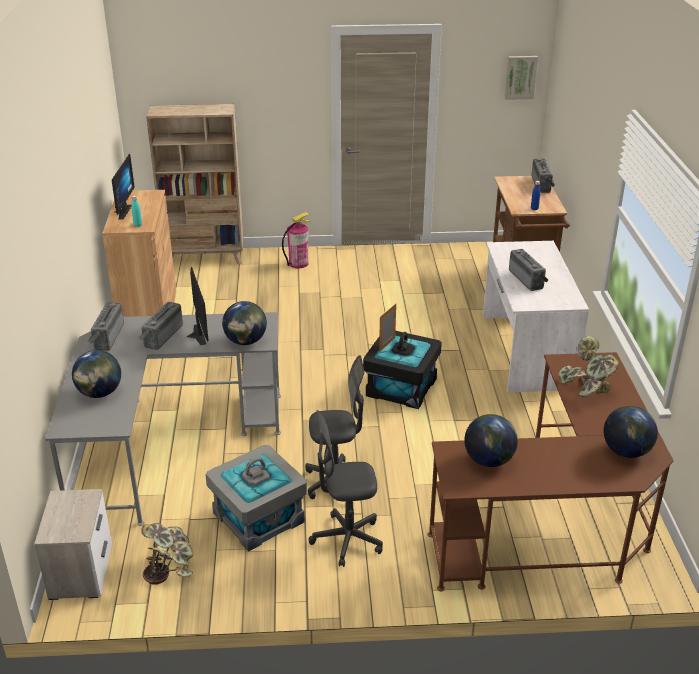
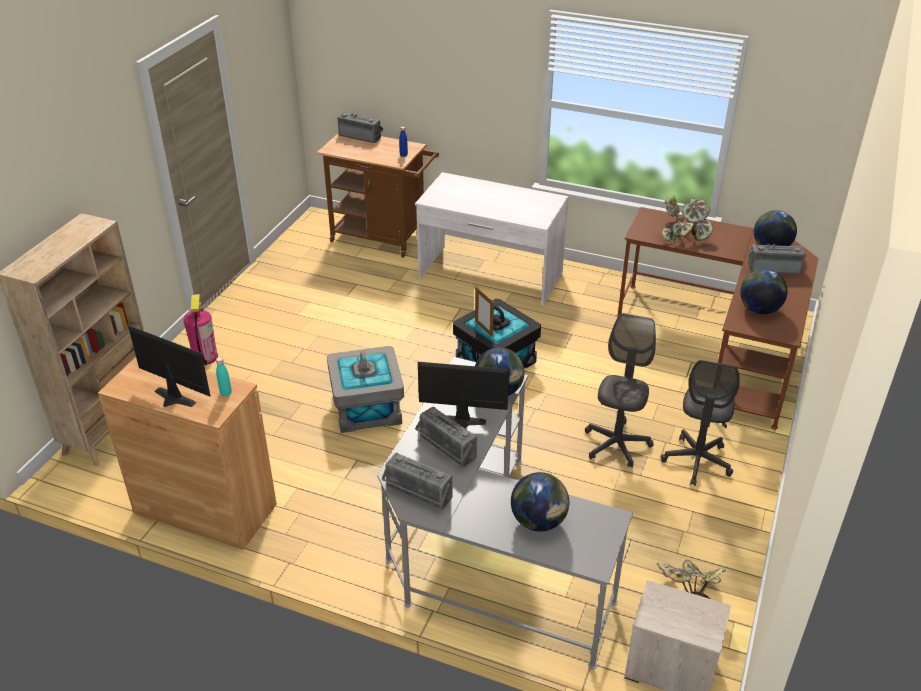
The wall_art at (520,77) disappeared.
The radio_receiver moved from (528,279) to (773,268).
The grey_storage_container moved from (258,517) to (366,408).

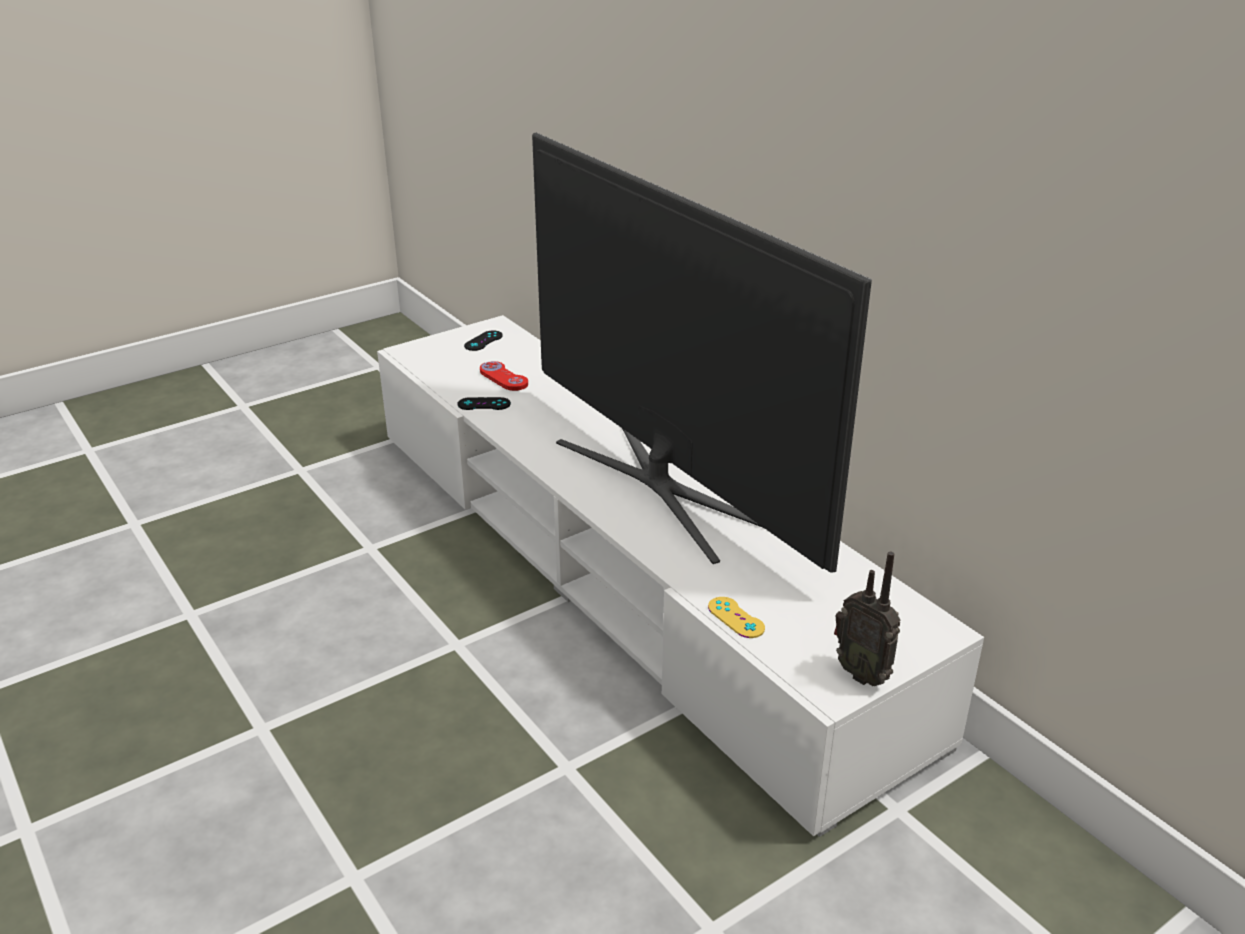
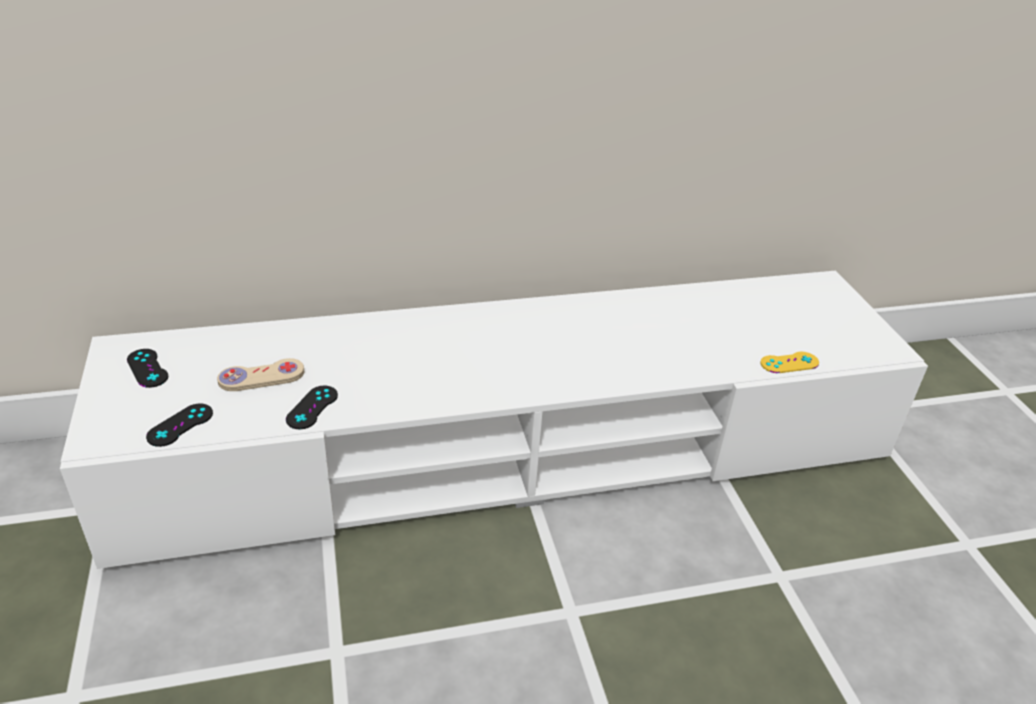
The TV_set at (665,485) disappeared.
The reddish_game_controller at (503,378) became the sand-coloured_game_controller at (261,377).
The radio_receiver at (863,673) disappeared.
The black_game_controller at (180,425) appeared.

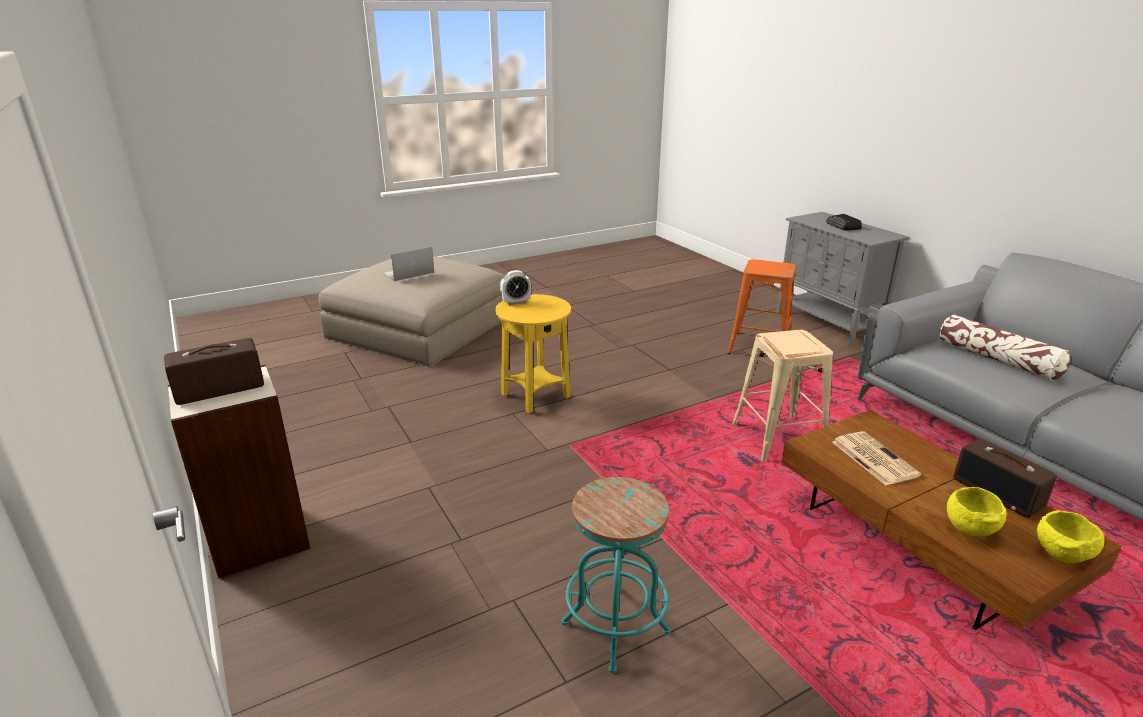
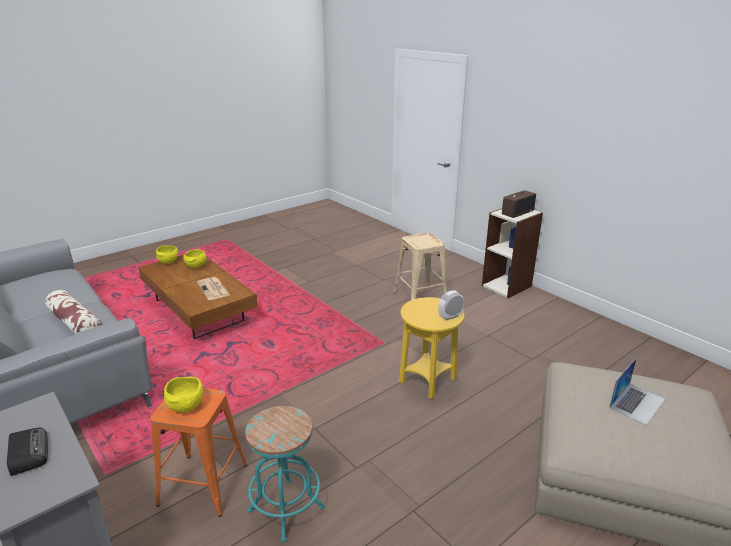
The sand-coloured_sitting_stool moved from (779,438) to (419,297).
The radio_receiver at (998,493) disappeared.
The turquoise_sitting_stool moved from (615,627) to (286,509).
The yellowish_bowl at (186,406) appeared.

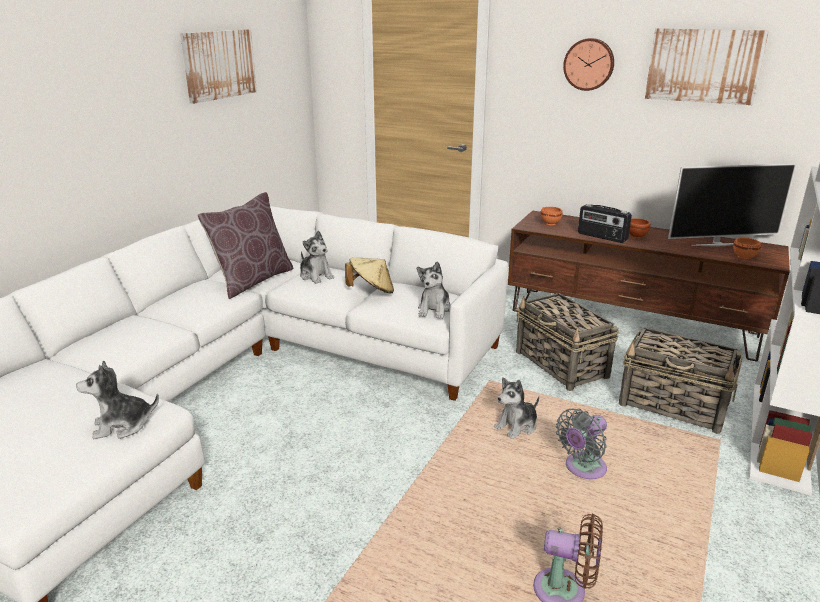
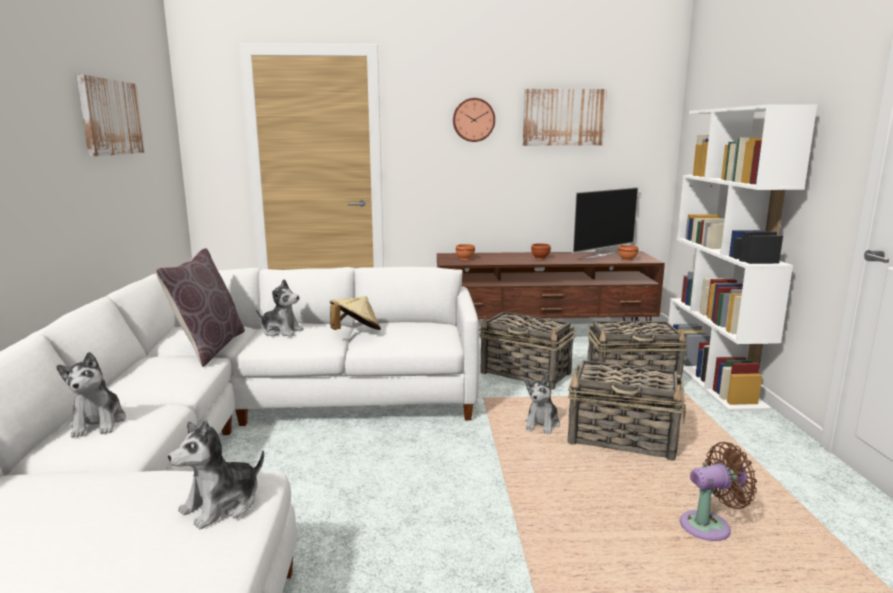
The radio_receiver at (602,237) disappeared.
The cuddly_toy moved from (434,309) to (99,423).
The grey_electric_fan at (582,469) was replaced by the basket at (623,439).

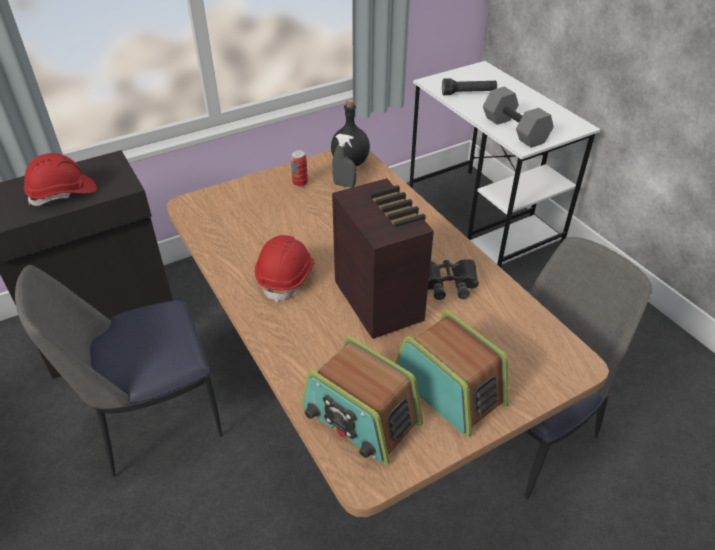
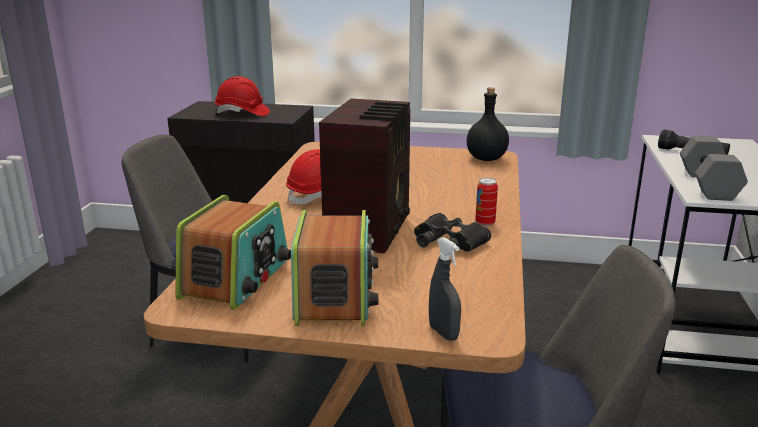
The grey_sprayer moved from (344,185) to (443,333).
The sealed_can moved from (300,183) to (485,223).
The radio_receiver at (360,417) turned 150 degrees counterclockwise.

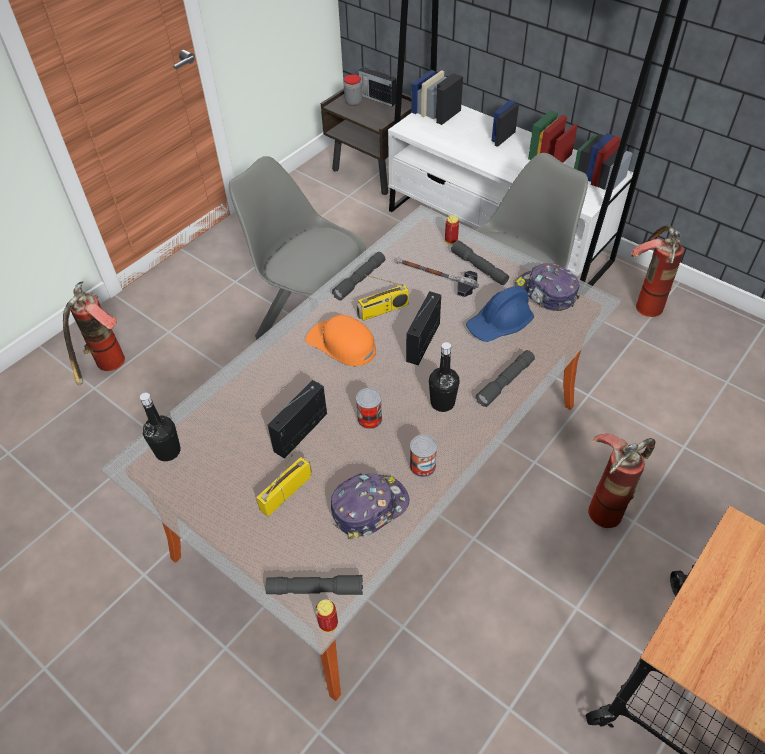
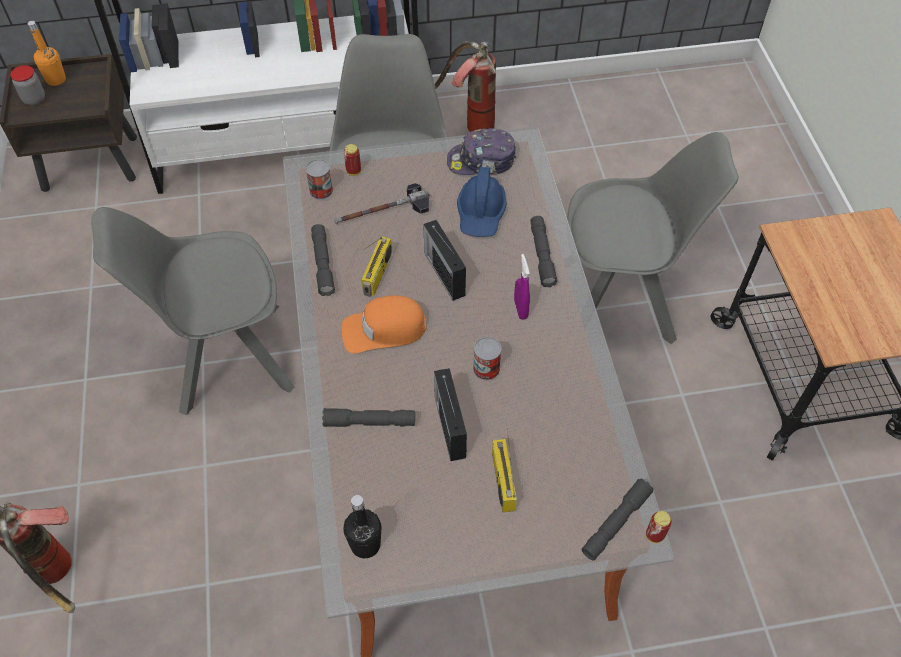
The radio_receiver at (377,98) was replaced by the orange_bottle at (56,80).
The grey_hand_torch moved from (479,268) to (369,422).
The black_bottle at (442,403) was replaced by the purplish_sprayer at (520,309).
The fire_extinguisher at (609,502) was replaced by the grey_chair at (619,301).
The sealed_can moved from (422,466) to (321,190).
The peaked_cap at (369,507) disappeared.

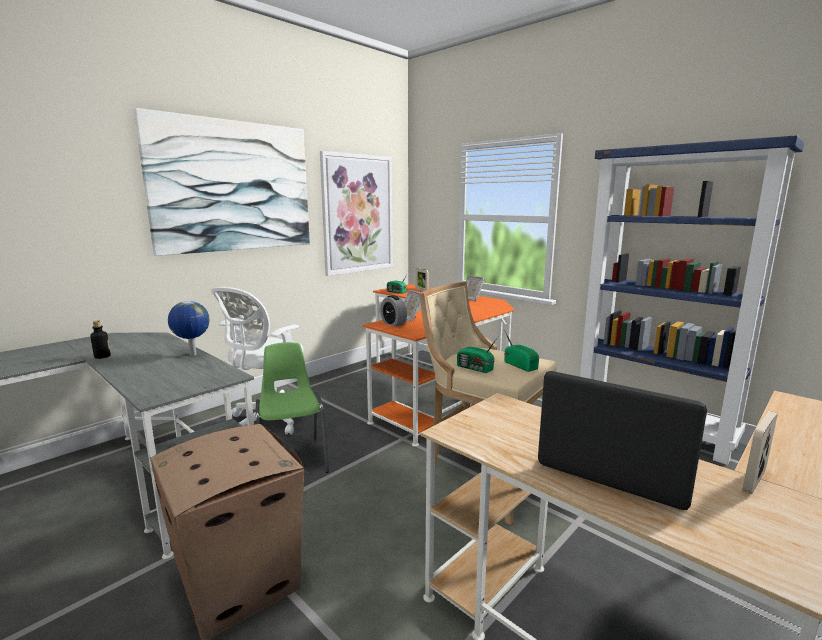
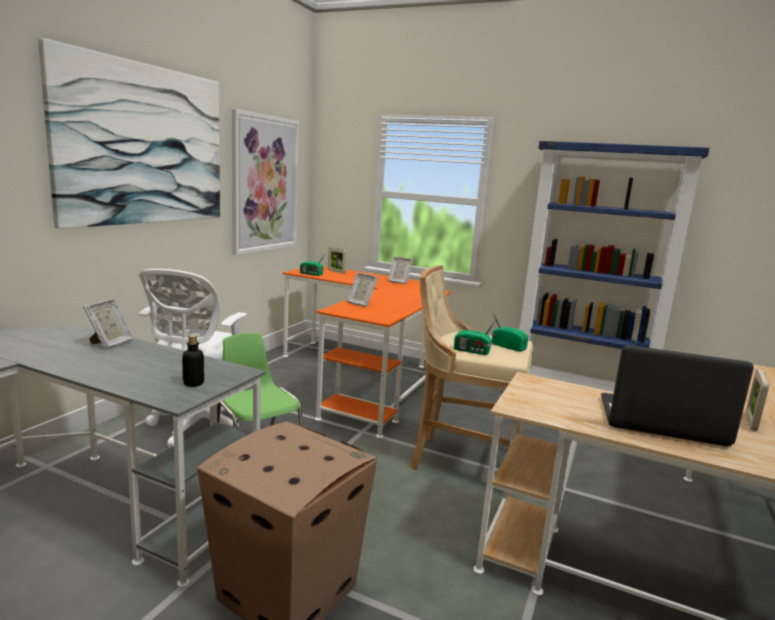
The alarm_clock at (393,323) disappeared.
The world_globe at (193,355) disappeared.
The bottle moved from (102,356) to (193,383).
The photo_frame at (110,344) appeared.

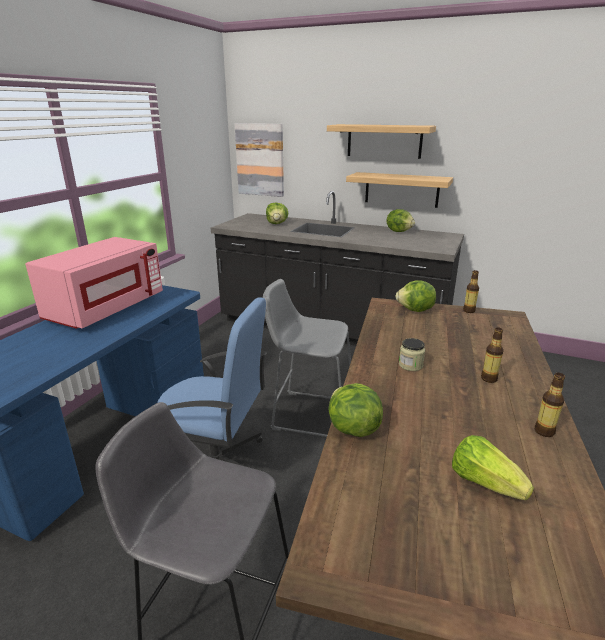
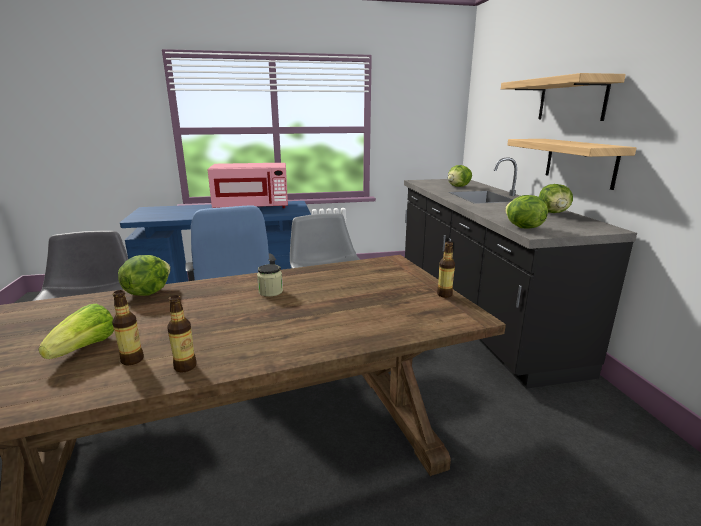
The wall_art at (260,160) disappeared.
The head_of_lettuce moved from (415,310) to (522,227).
The bottle moved from (488,379) to (132,360).

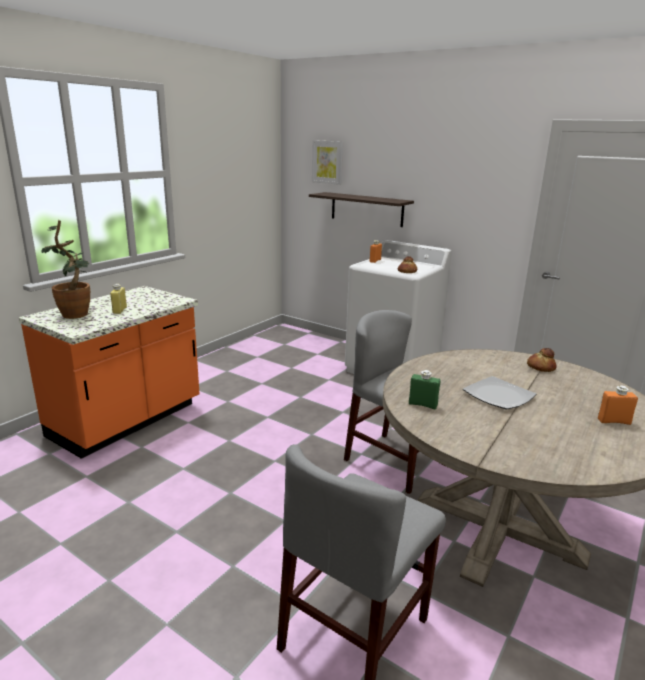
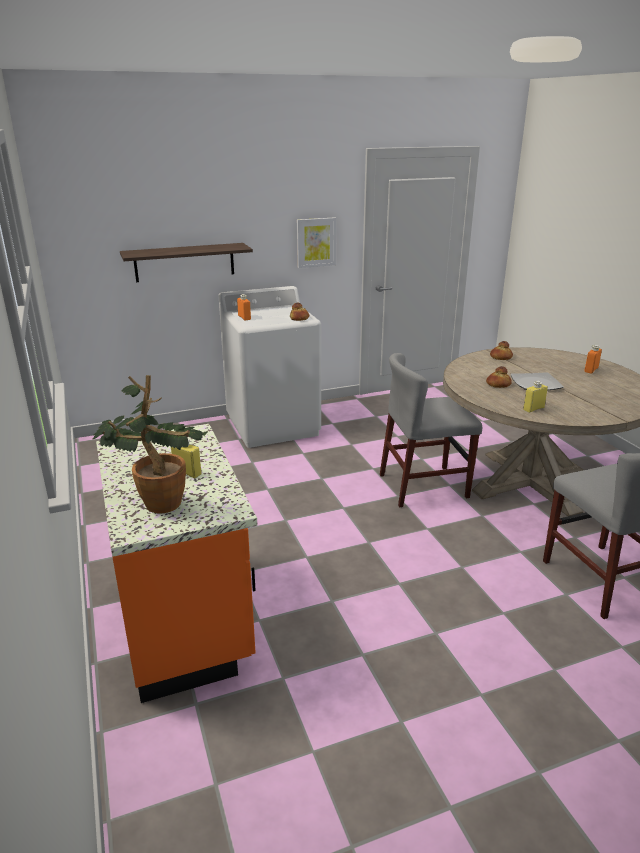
The wall_art moved from (327,162) to (316,242).
The greenish_bottle at (423,405) became the yellowish_bottle at (533,409).
The bakery_bread at (498,384) appeared.

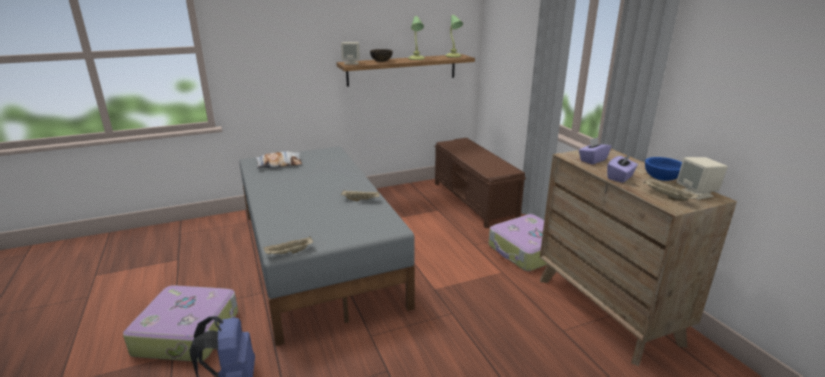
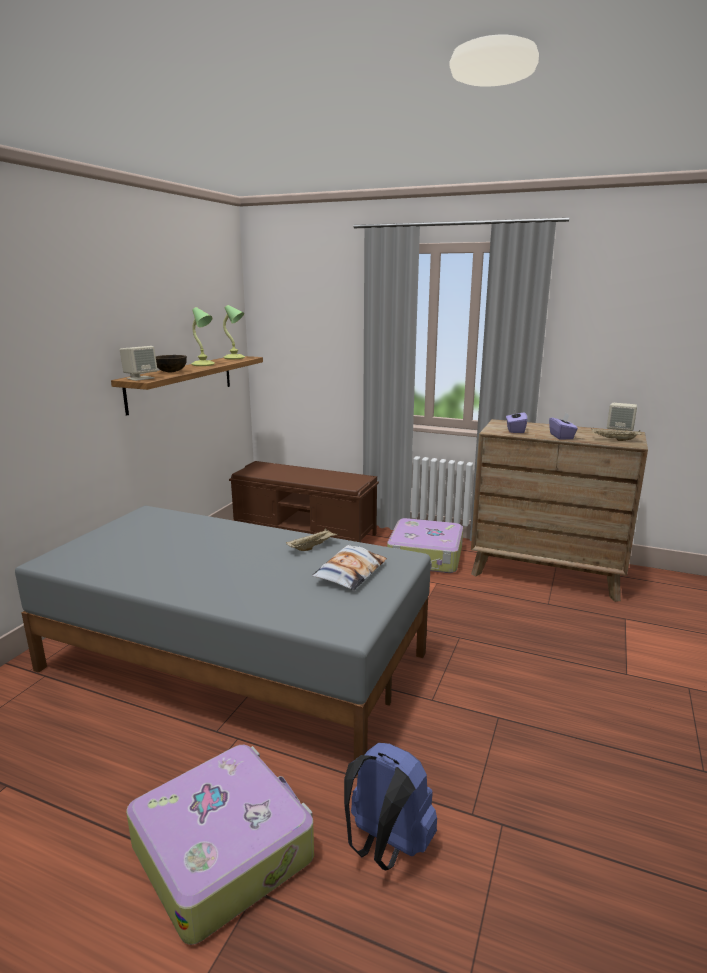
The cushion moved from (279,164) to (350,572).
The blue_bowl at (661,178) disappeared.
The sand-coloured_tray at (289,253) disappeared.

